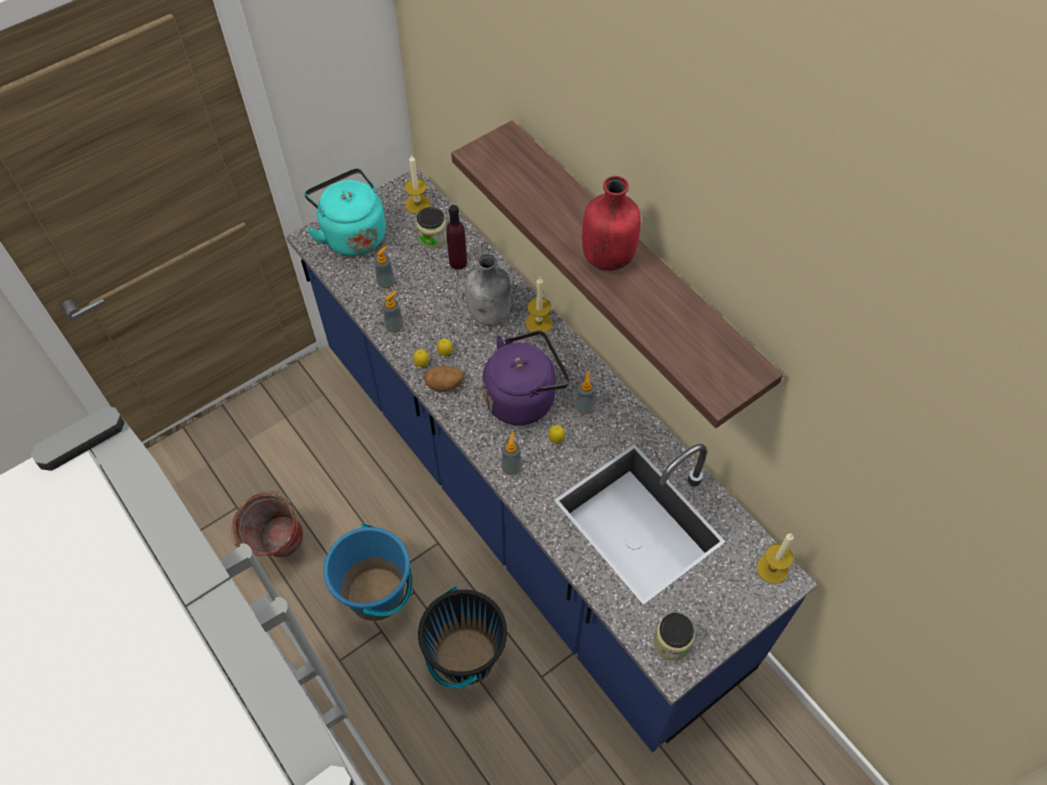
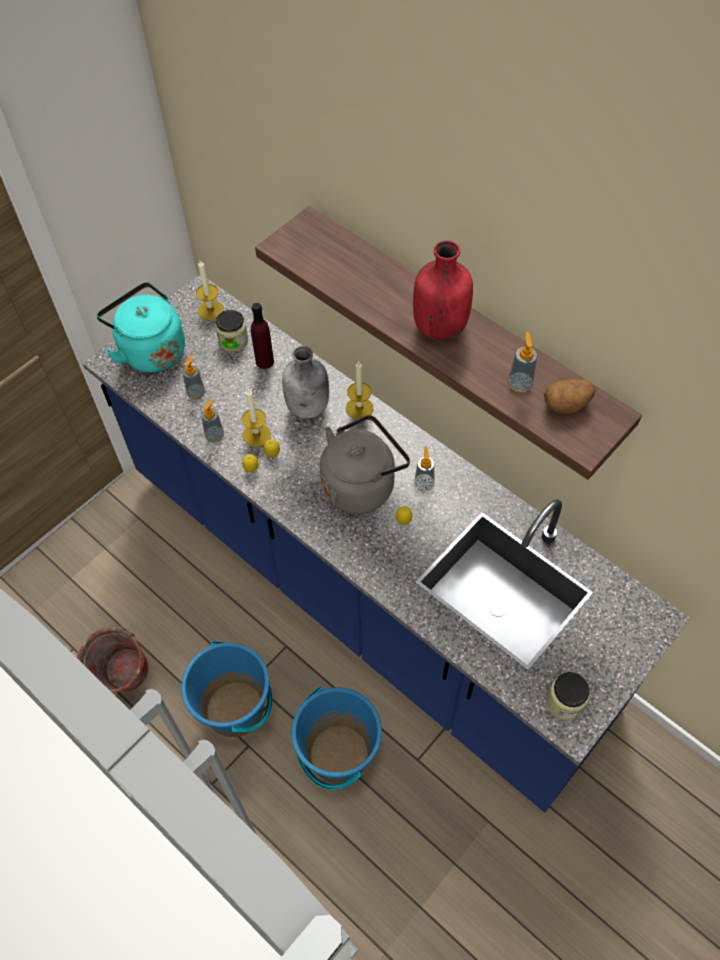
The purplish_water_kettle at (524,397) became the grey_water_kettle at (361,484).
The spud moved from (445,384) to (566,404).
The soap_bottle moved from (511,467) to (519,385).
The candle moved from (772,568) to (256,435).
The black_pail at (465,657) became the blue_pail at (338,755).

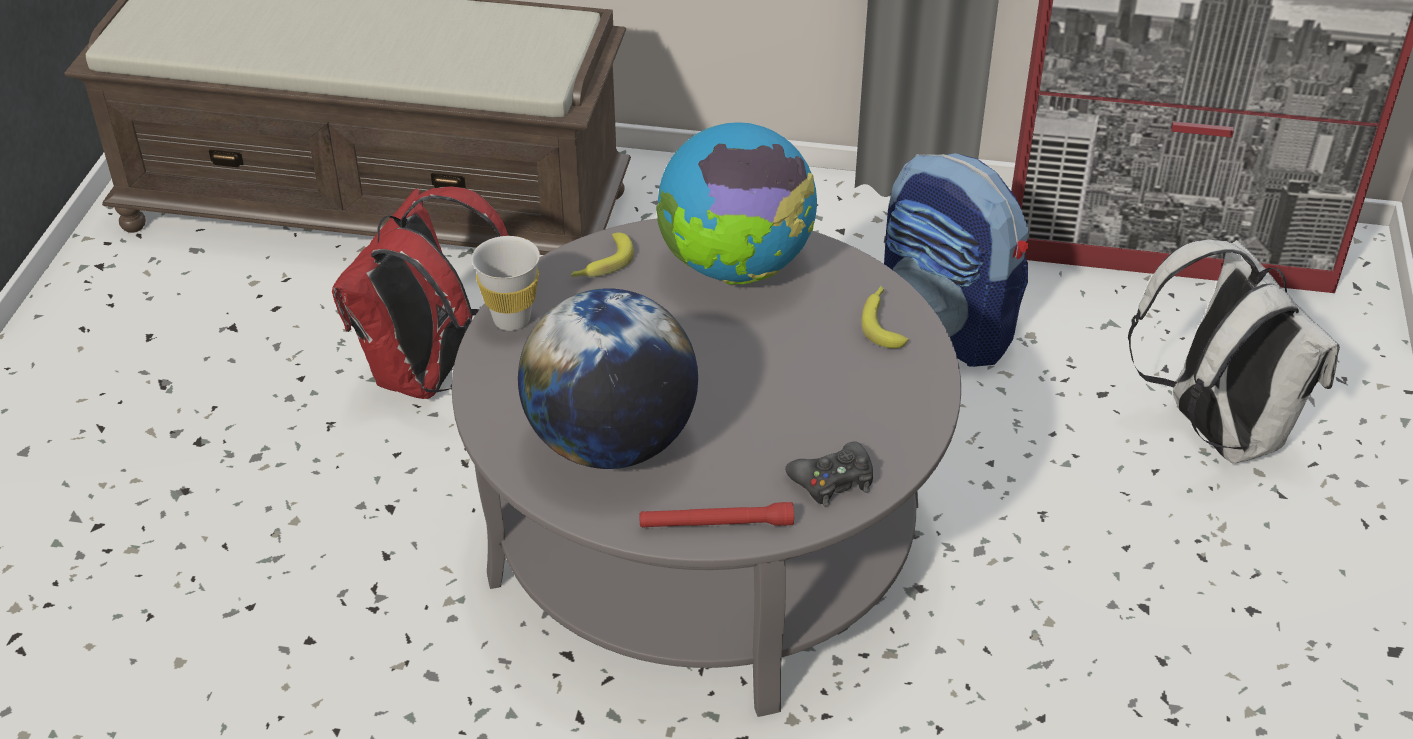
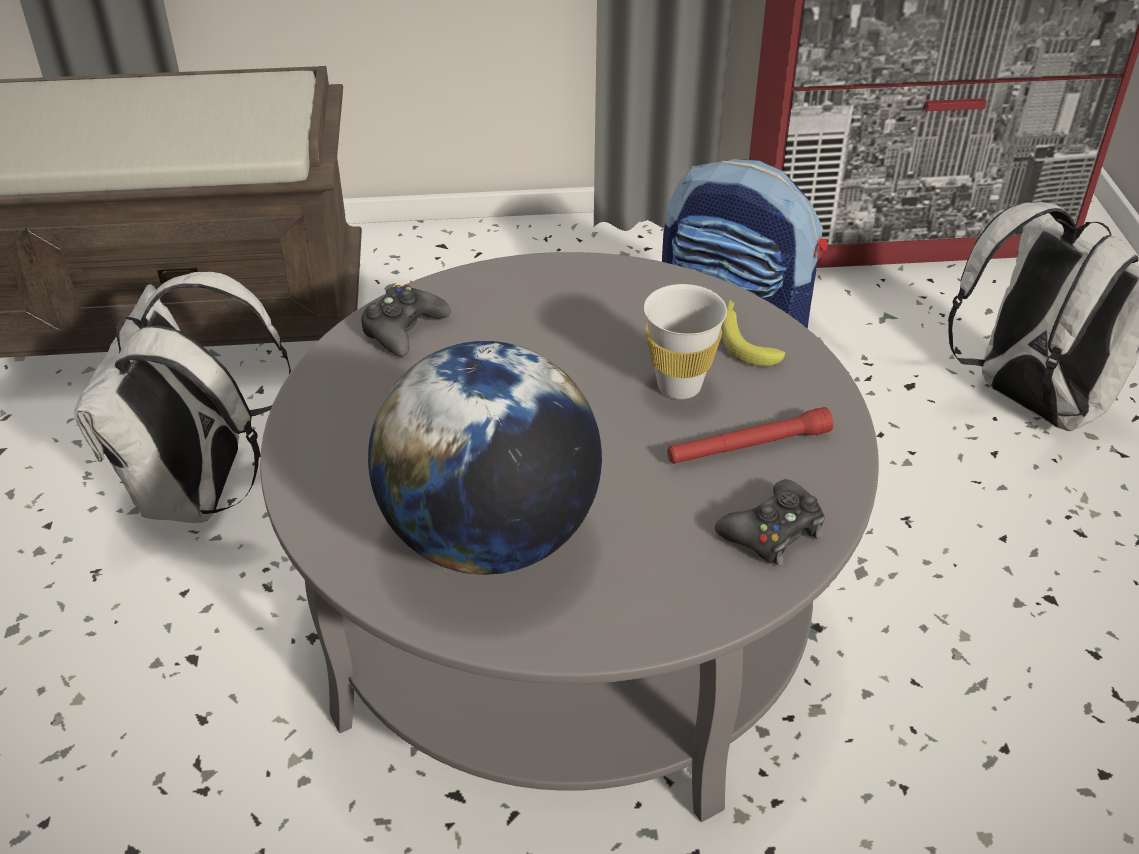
The world_globe at (736,267) disappeared.
The reddish_knapsack at (430,373) became the white_knapsack at (200,492).
The banana at (601,265) was replaced by the black_game_controller at (403,329).
The white_cup moved from (512,320) to (679,386).
The reddish_hand_torch moved from (716,524) to (748,446).

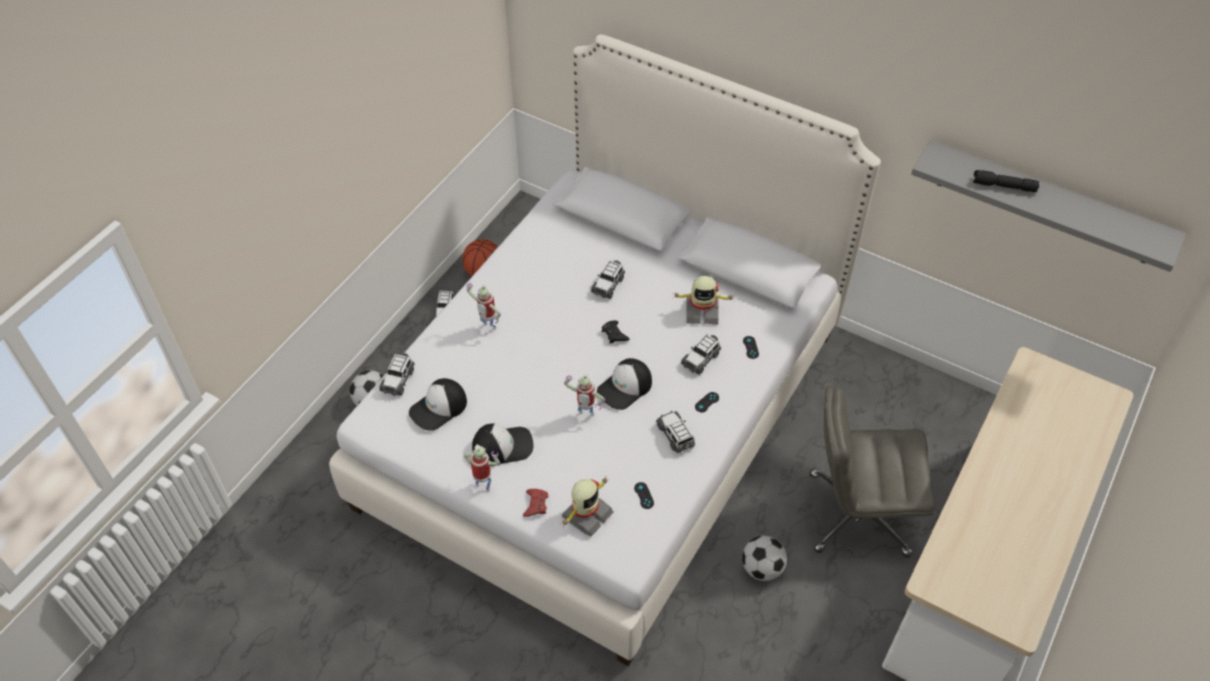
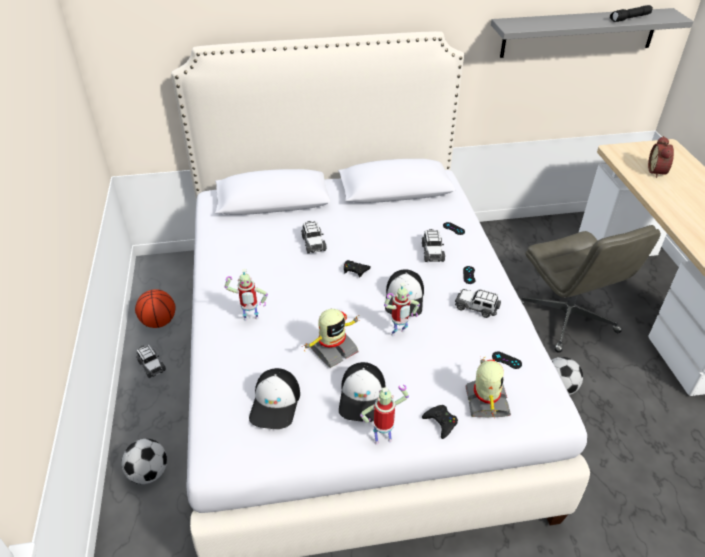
The black_hand_torch moved from (1003,186) to (630,18).
The toy_robot moved from (702,311) to (333,349).
The toy_car at (398,380) disappeared.
The grey_office_chair at (857,514) turned 75 degrees counterclockwise.
The peaked_cap at (503,446) turned 150 degrees clockwise.
The reddish_game_controller at (536,504) became the black_game_controller at (441,422).
The alarm_clock at (658,172) appeared.

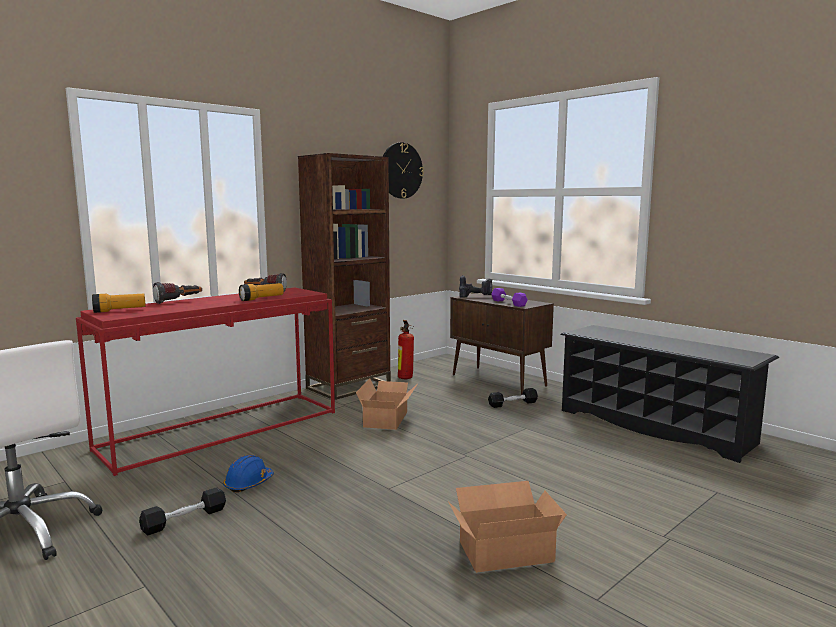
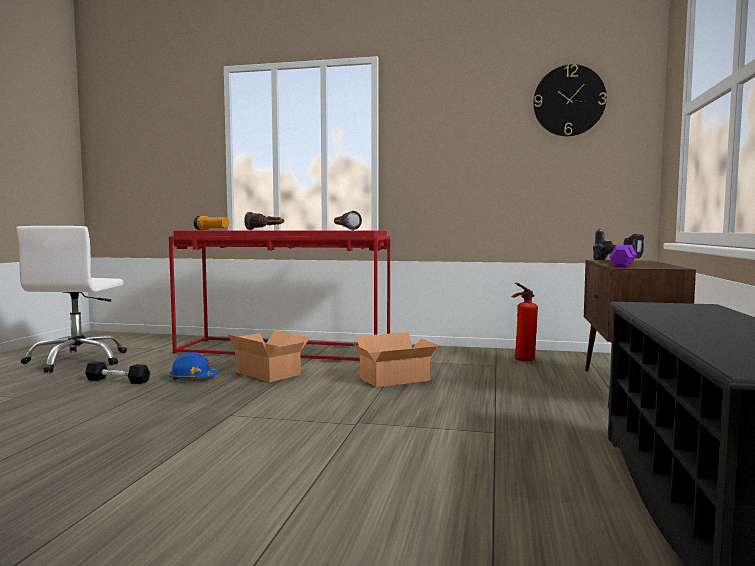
The brown_bookshelf at (349,386) disappeared.
The hand_torch at (262,299) disappeared.
The black_hand_weight at (513,404) disappeared.
The packing_box moved from (502,549) to (269,372).

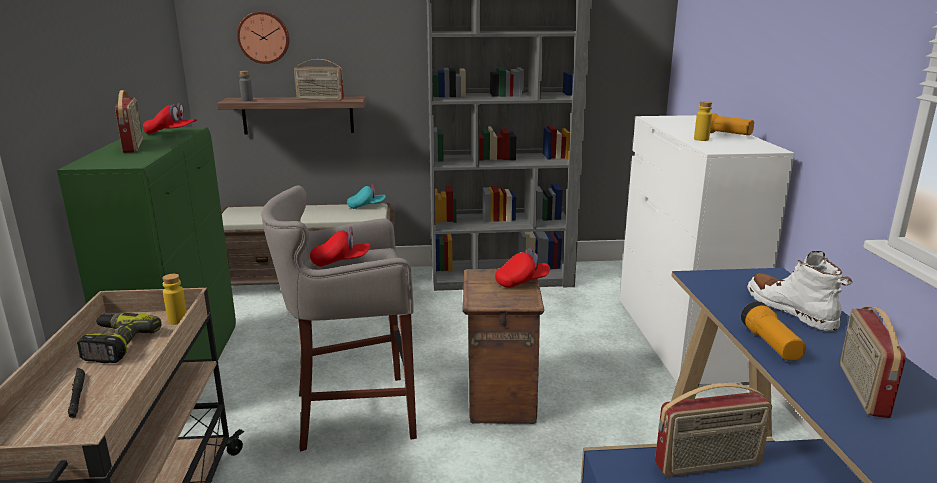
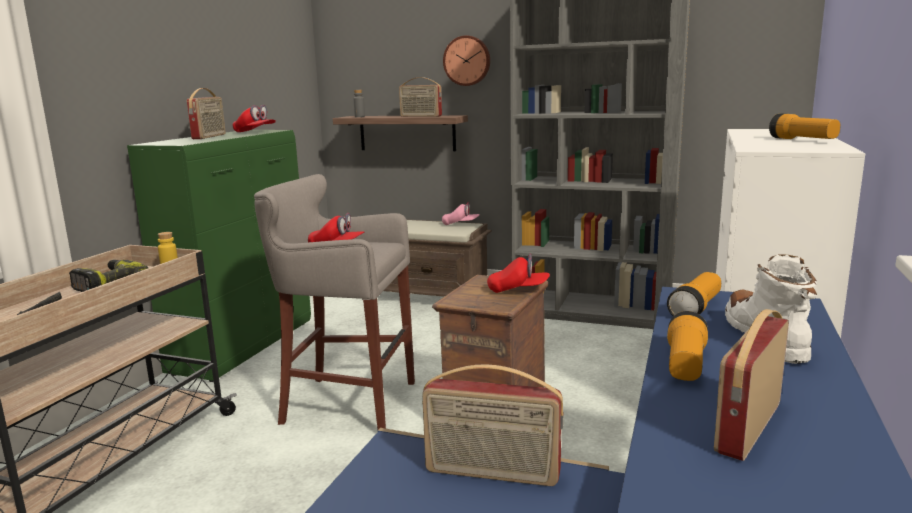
The wall_clock moved from (264,37) to (467,61).
The yellowish_bottle at (701,139) disappeared.
The turquoise_peaked_cap at (366,206) became the pink-coloured_peaked_cap at (460,224).
The hand_torch at (695,309) appeared.

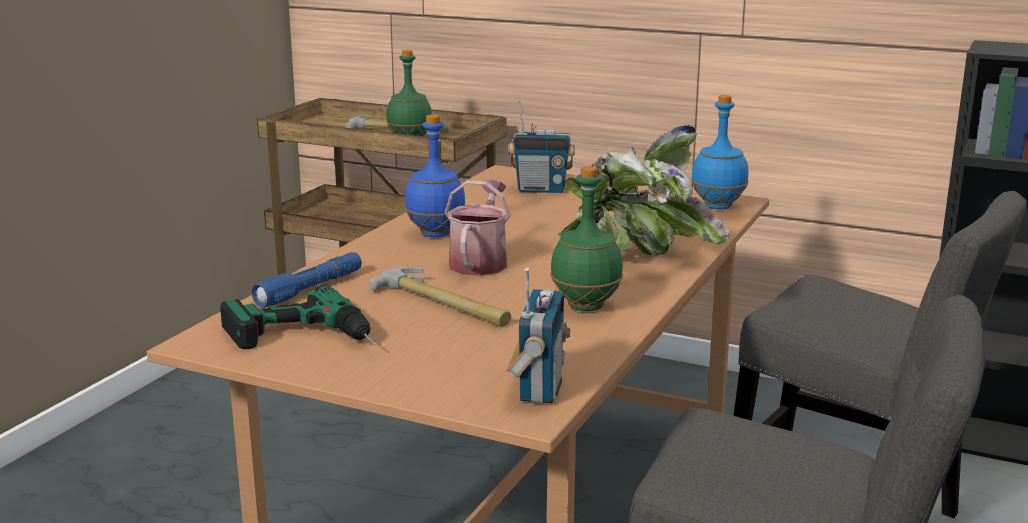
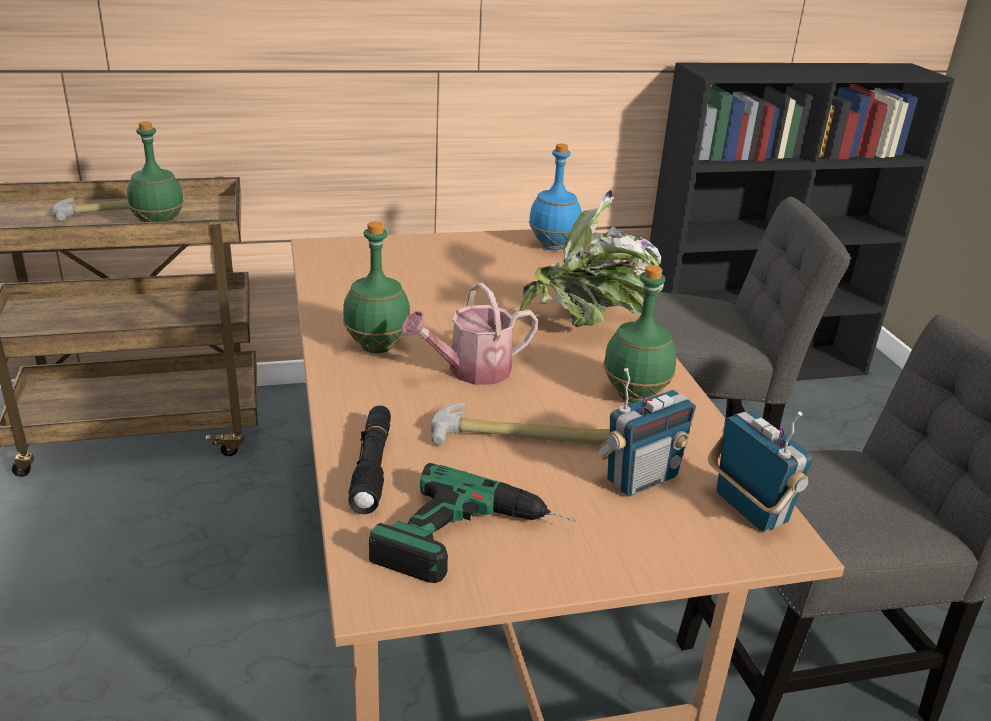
The radio_receiver moved from (541,190) to (640,478).
The blue_bottle at (435,234) became the greenish_bottle at (376,347).
The watering_can at (480,261) turned 90 degrees counterclockwise.
The blue_hand_torch at (310,289) became the black_hand_torch at (372,467).

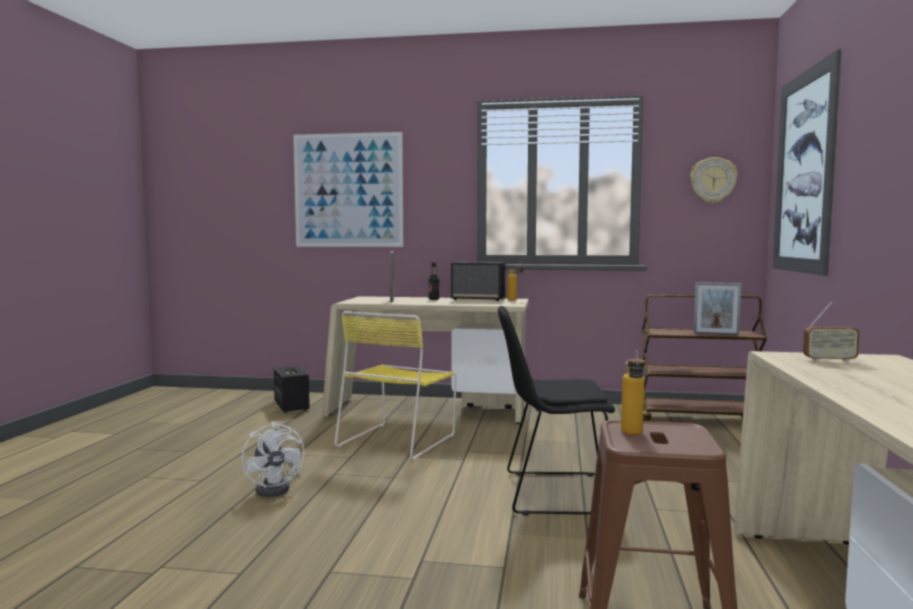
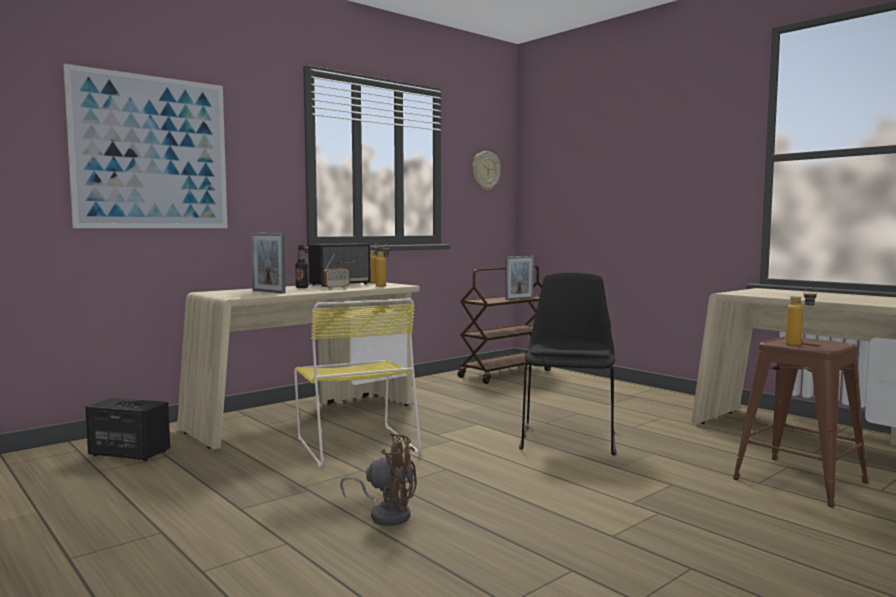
The wall_art at (804,172) disappeared.
The radio_receiver moved from (829,361) to (336,288).
The black_chair at (553,493) turned 150 degrees clockwise.
The white_electric_fan at (277,488) became the brown_electric_fan at (386,514).
The bottle at (383,286) appeared.

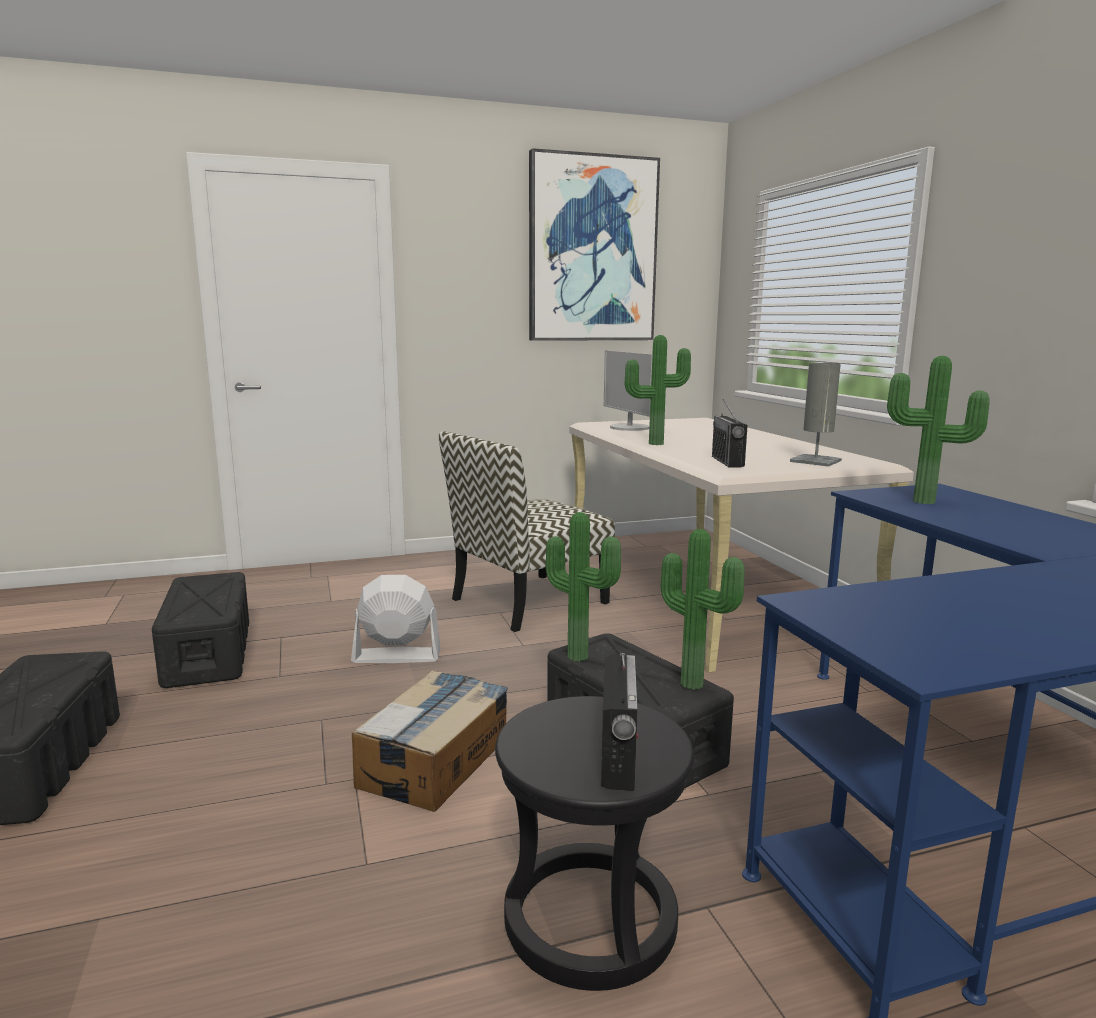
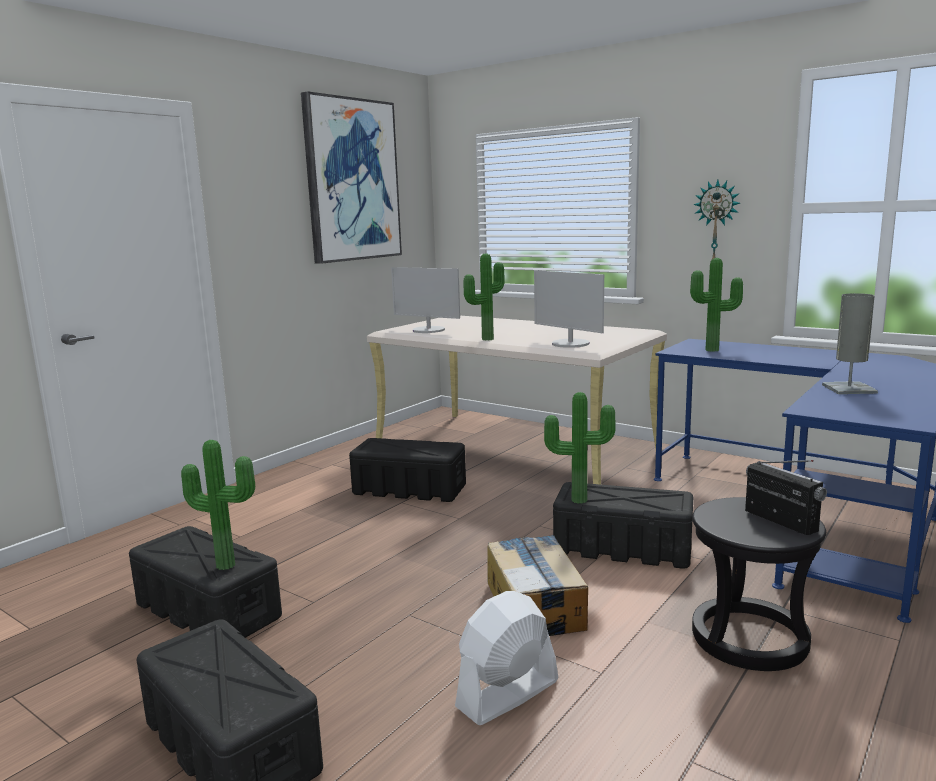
The grey_table_lamp moved from (815,461) to (849,389).
The radio_receiver at (727,462) was replaced by the computer_screen at (570,344).
The chair at (528,602) was replaced by the black_storage_container at (408,489).
The plant_in_a_pot moved from (694,682) to (227,563).
The white_electric_fan moved from (396,656) to (507,694).
The wall_clock at (716,223) appeared.

